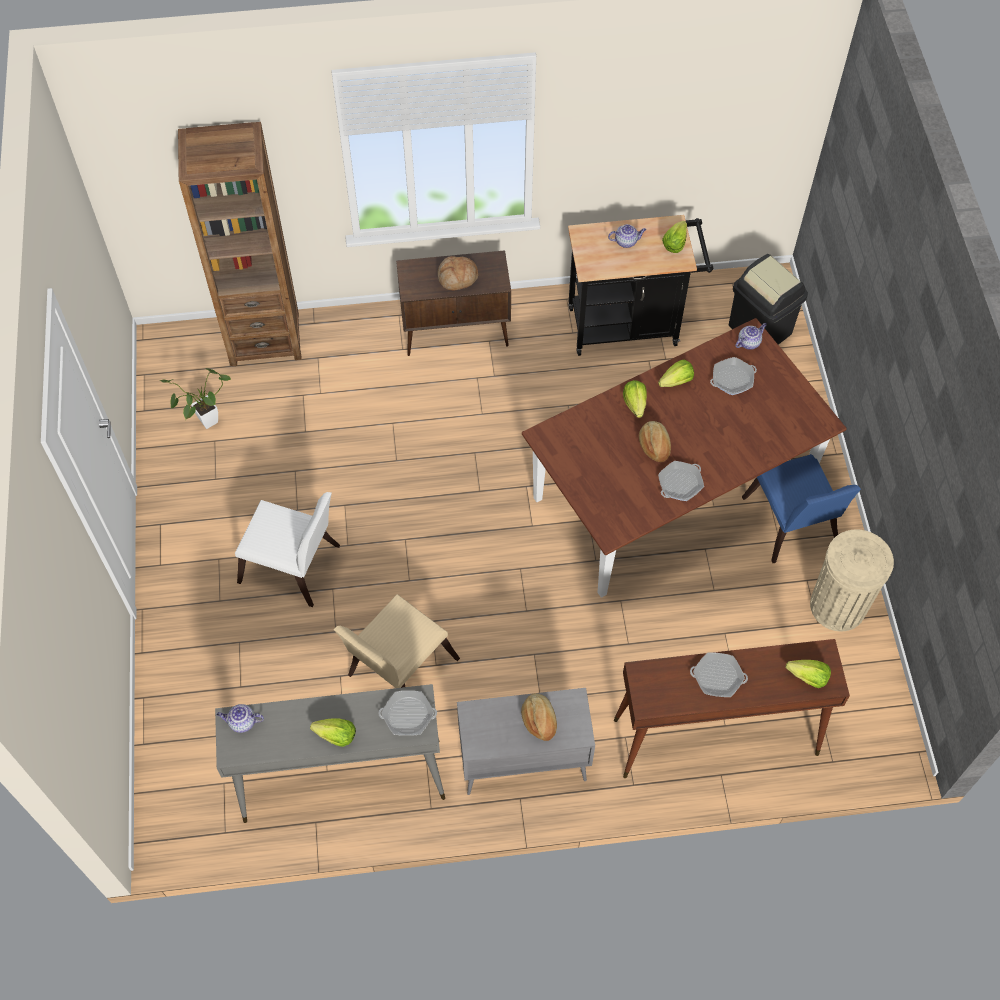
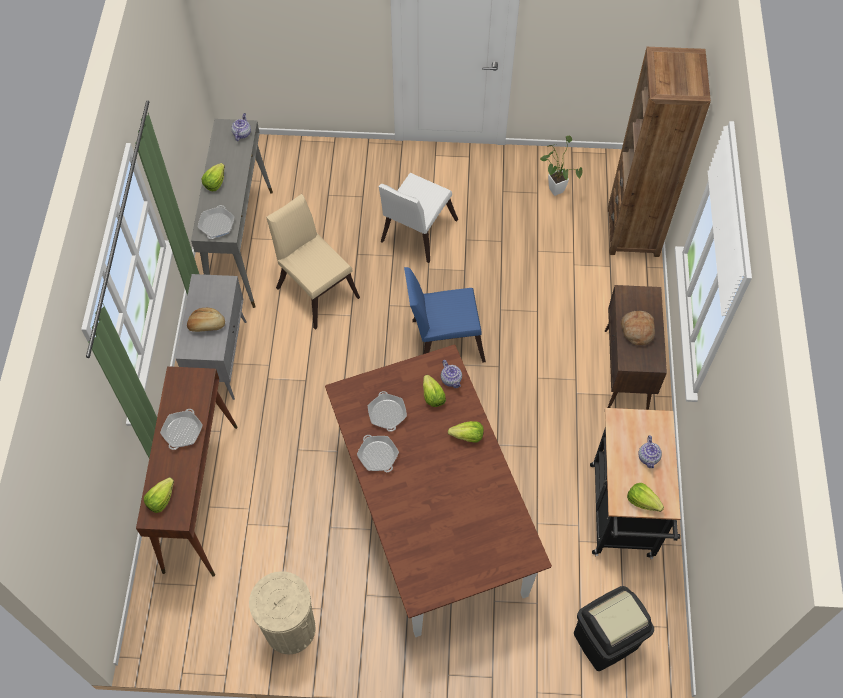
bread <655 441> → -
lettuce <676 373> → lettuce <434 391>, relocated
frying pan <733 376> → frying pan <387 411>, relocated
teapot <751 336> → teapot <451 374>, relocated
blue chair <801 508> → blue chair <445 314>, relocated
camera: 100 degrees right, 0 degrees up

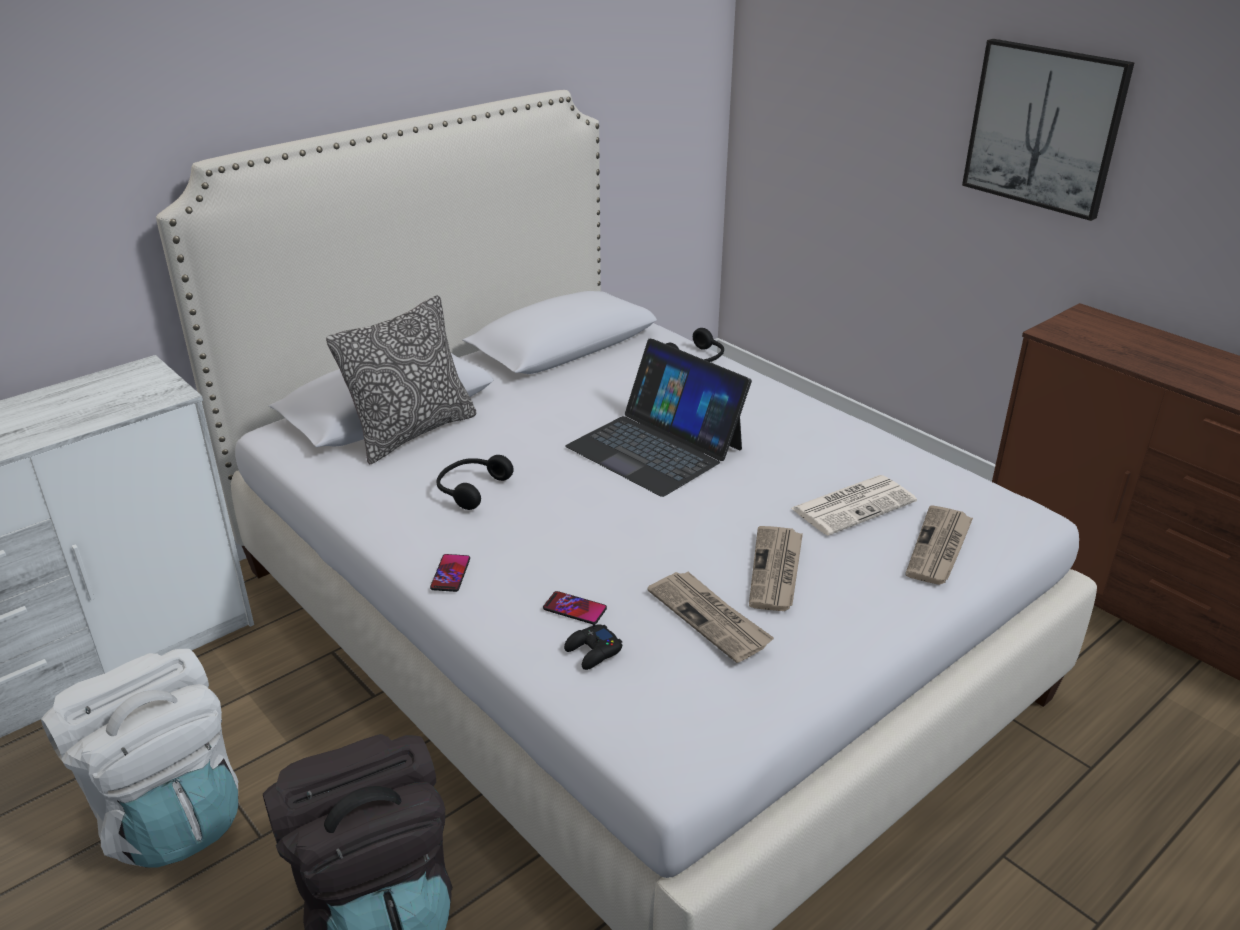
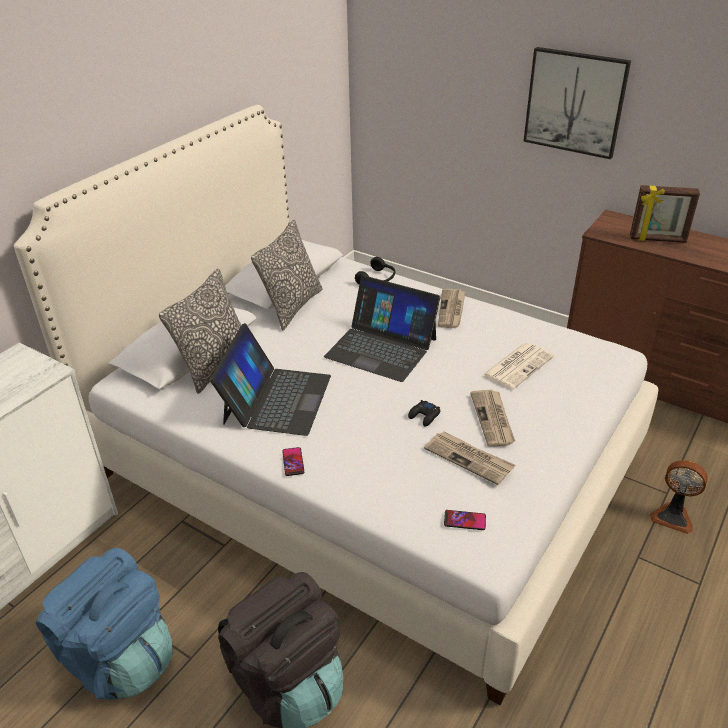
- → pillow <286 275>
- → picture frame <665 214>
- → fan <679 497>
phone <575 607> → phone <465 520>, relocated
black game controller <593 646> → black game controller <424 413>, relocated
newspaper <939 545> → newspaper <451 308>, relocated
black headphones <475 482> → laptop <270 379>
white backpack <139 758> → blue backpack <104 624>
camera: 15 degrees left, 5 degrees up

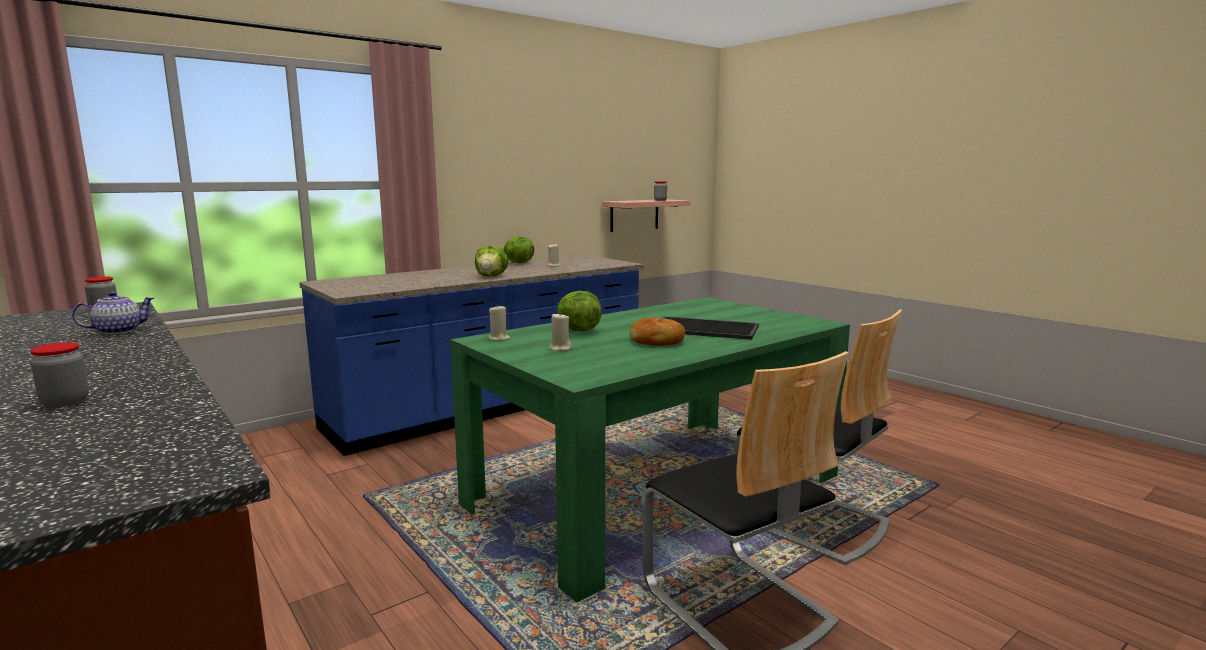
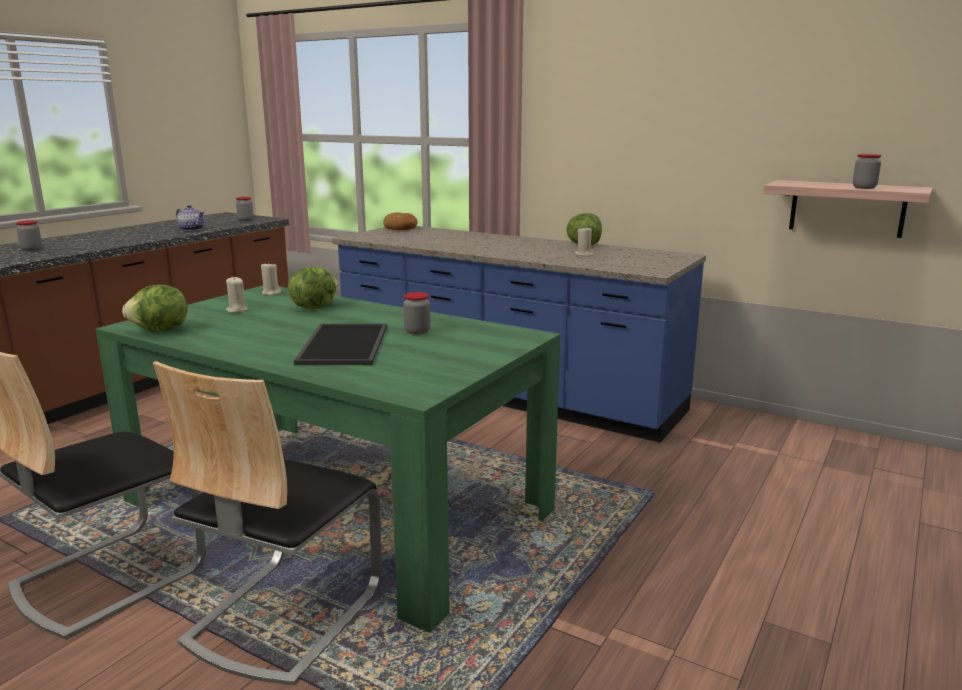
- → jar <417 313>
lettuce <491 261> → lettuce <154 308>, relocated
bread <657 331> → bread <400 221>, relocated
camera: 70 degrees right, 5 degrees up

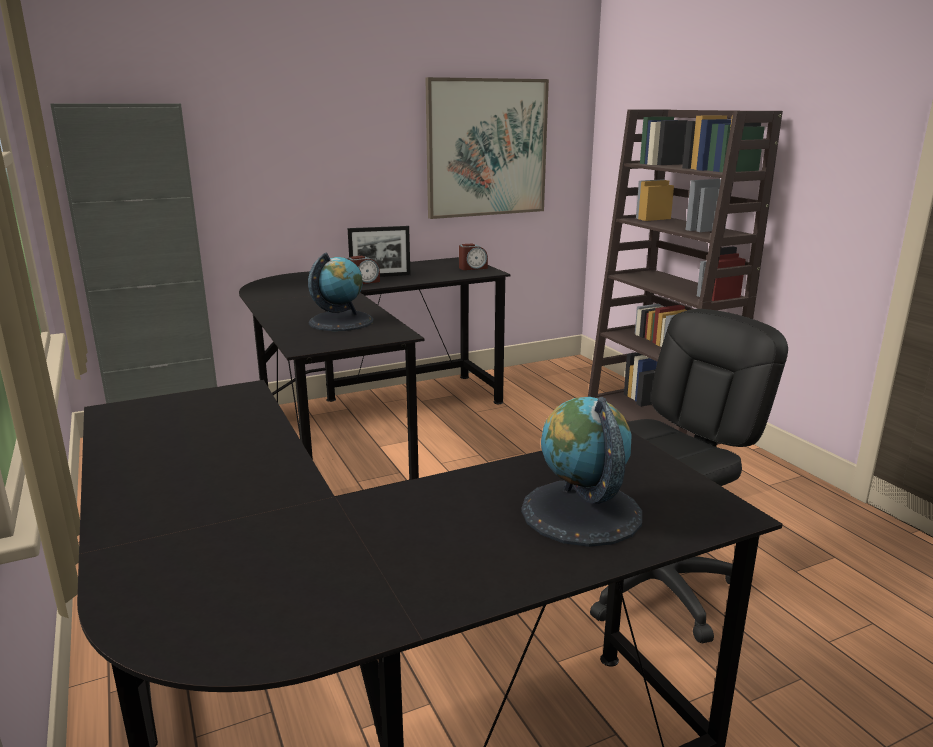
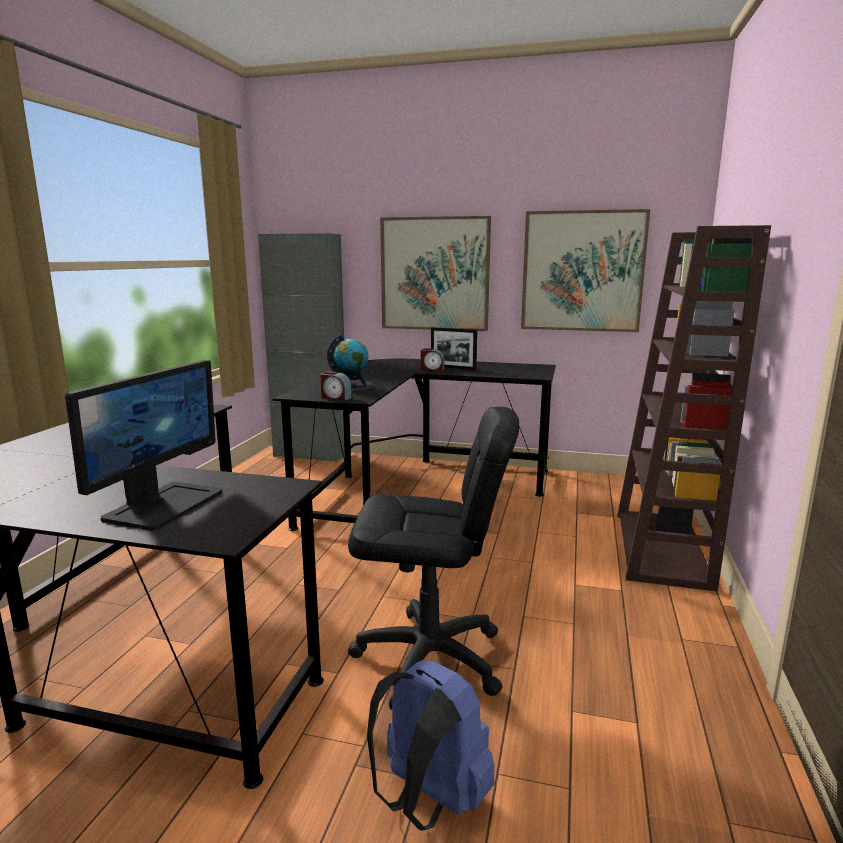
- → blue backpack <431 746>
- → picture <435 273>
alarm clock <473 256> → alarm clock <336 386>, relocated
globe <581 472> → monitor <143 445>
camera: 40 degrees right, 5 degrees down

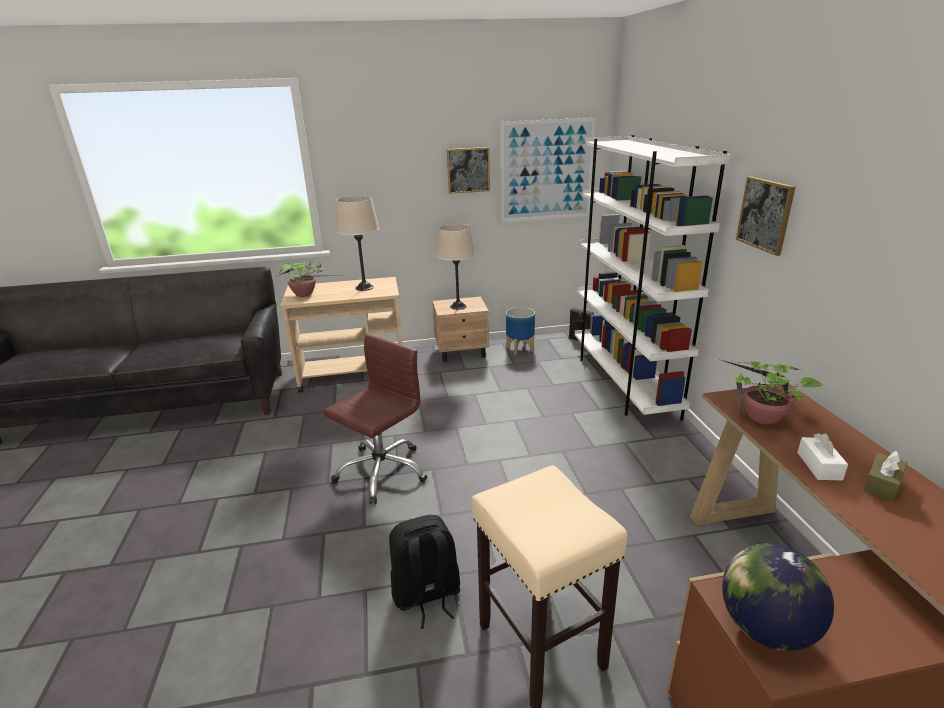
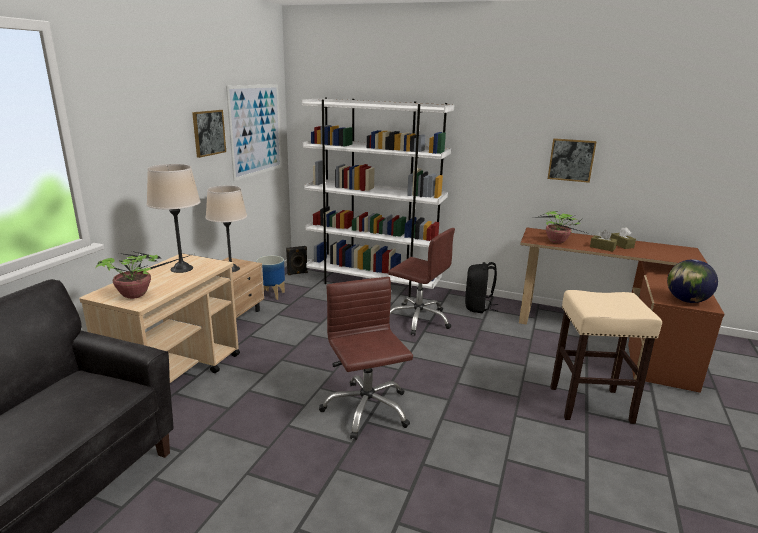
- → brown office chair <421 281>
black backpack <425 572> → black backpack <481 287>, relocated
picture <766 216> → picture <572 160>, relocated
white tissue box <822 457> → brown tissue box <603 241>
camera: 60 degrees left, 5 degrees down

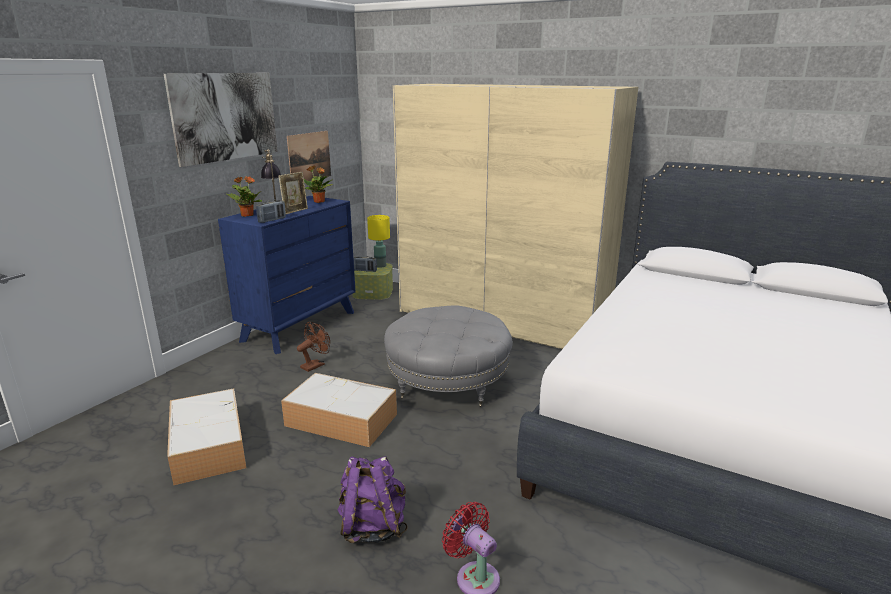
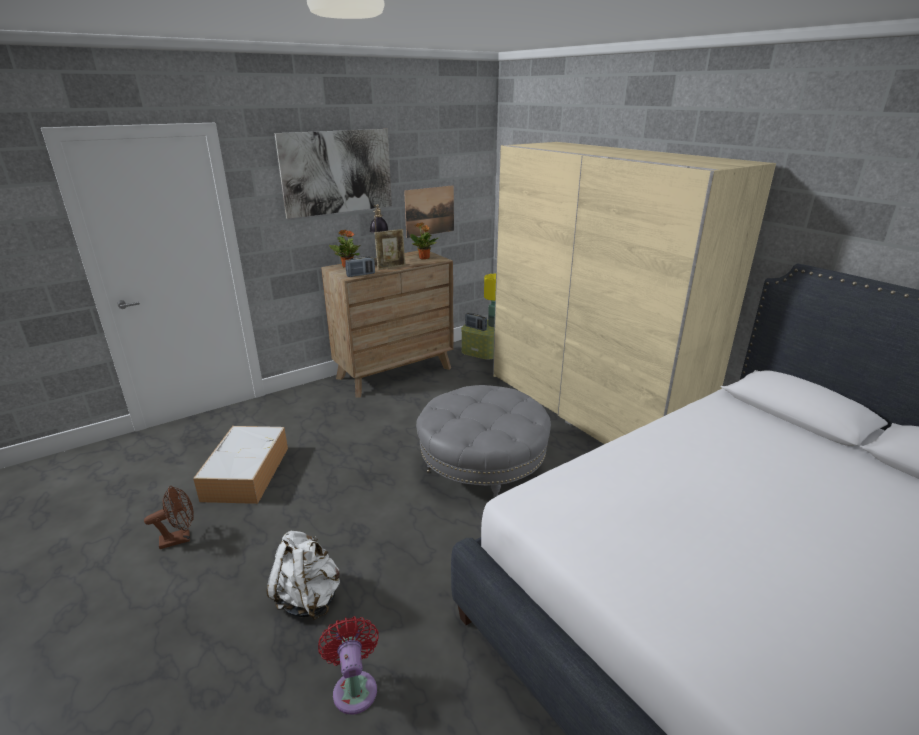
storage box <339 410> → -
brown fan <313 347> → brown fan <169 517>, relocated
blue dresser <287 275> → brown dresser <387 324>
purple backpack <372 499> → white backpack <303 575>
camera: 25 degrees right, 5 degrees up

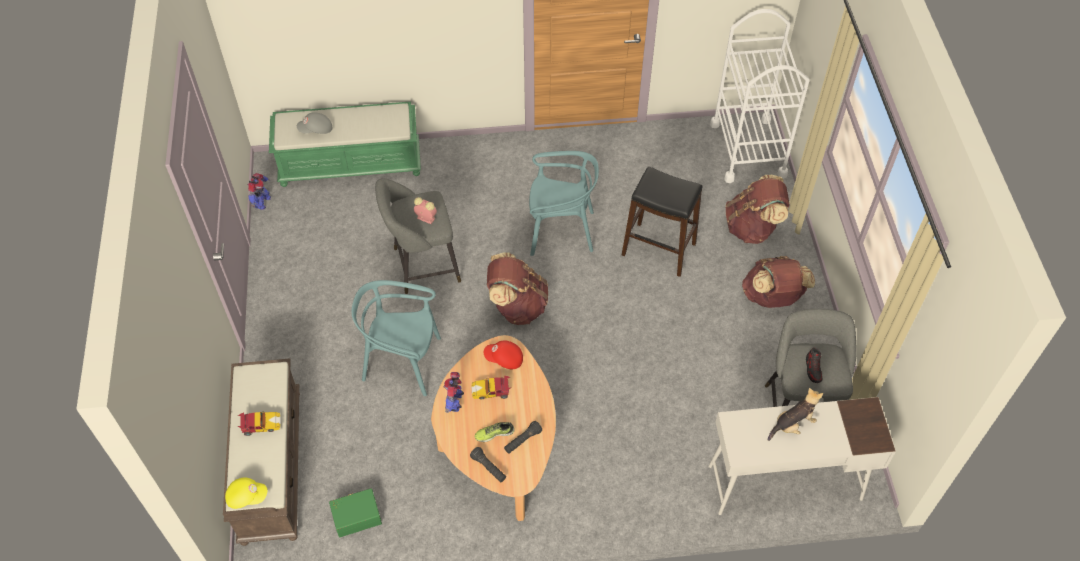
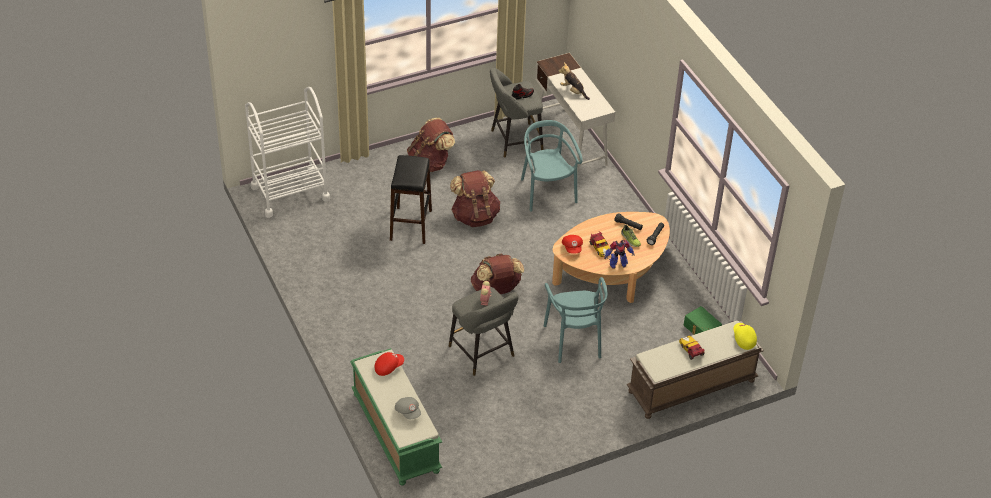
toy robot <259 191> → -
- → red cap <389 364>
turquoise chair <564 203> → turquoise chair <552 166>, relocated
brown backpack <757 209> → brown backpack <475 198>, relocated
camera: 110 degrees left, 10 degrees down

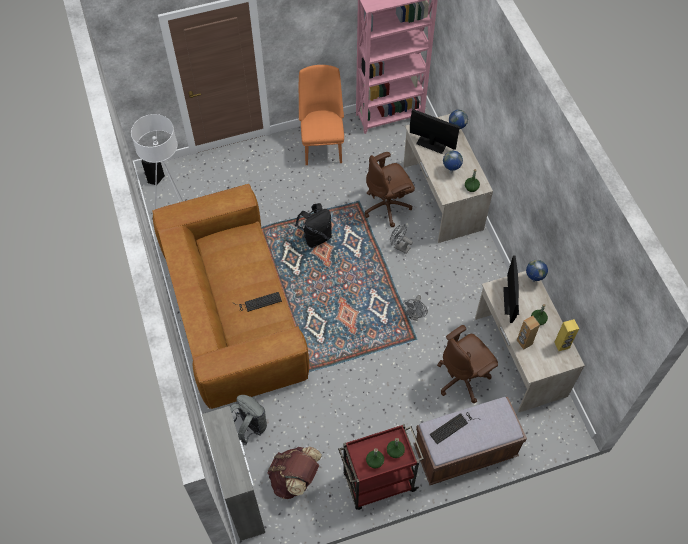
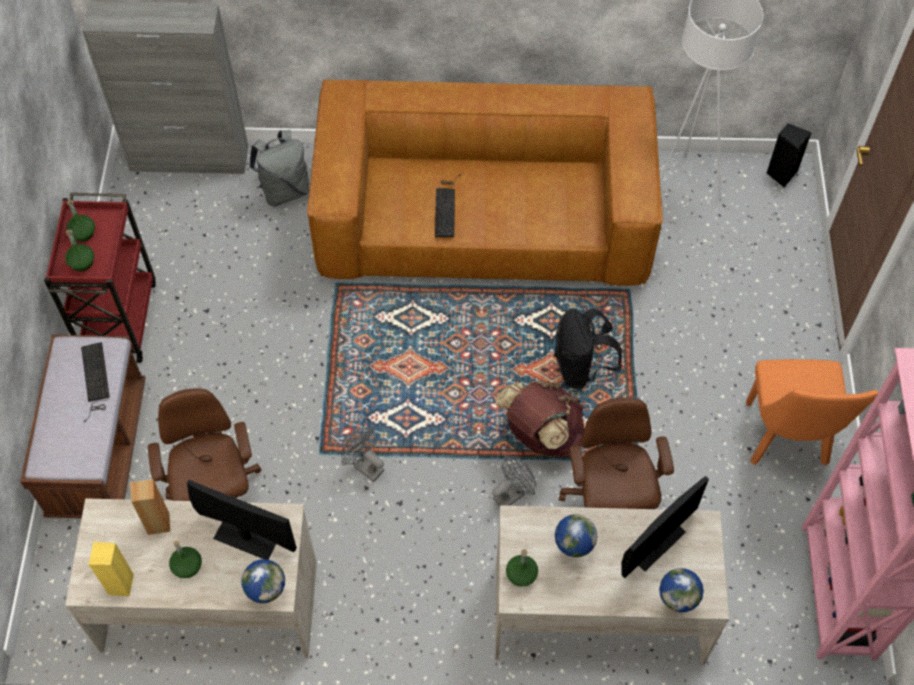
brown backpack <294 473> → brown backpack <540 419>, relocated
orange chair <321 115> → orange chair <812 412>, 75 degrees clockwise
camera: 110 degrees right, 0 degrees up

